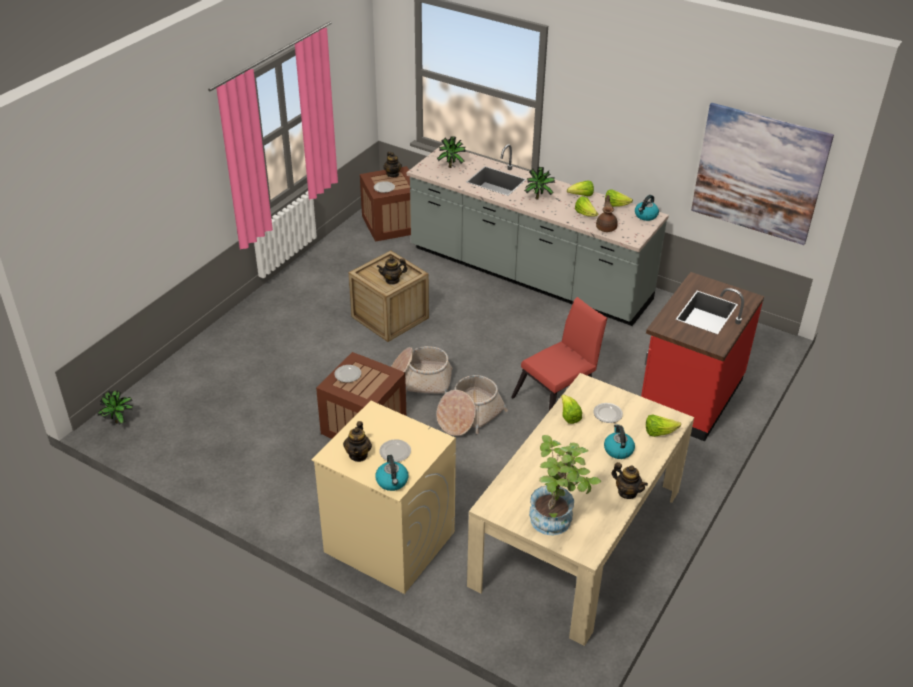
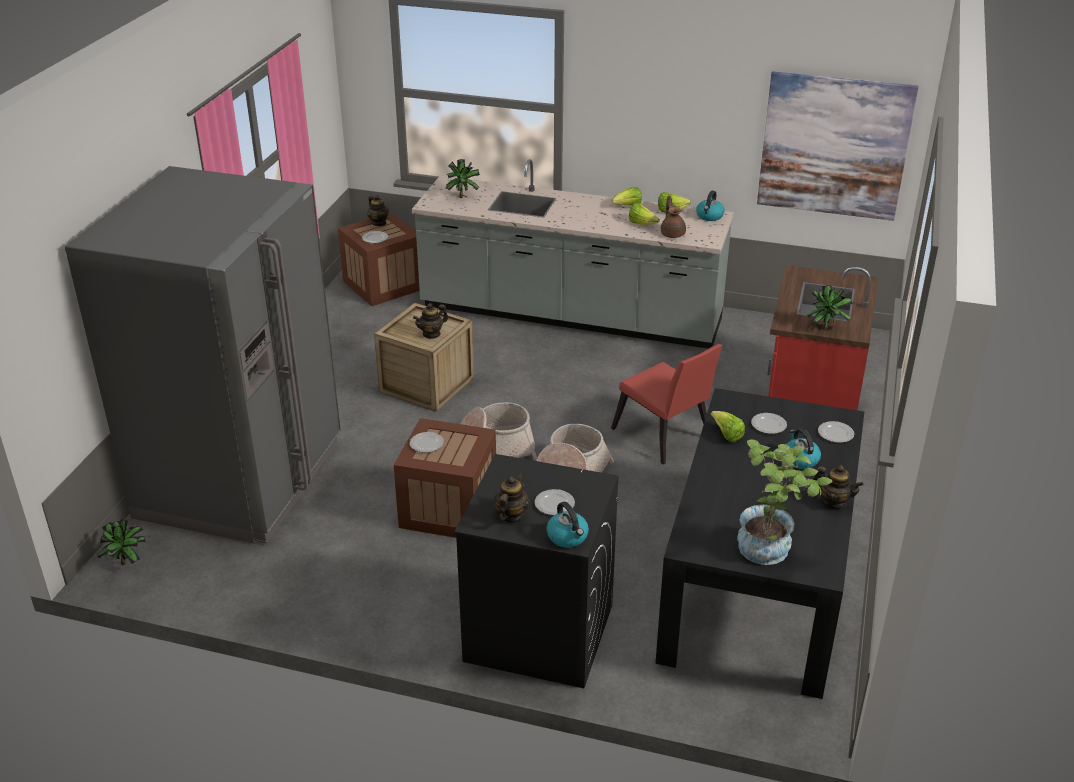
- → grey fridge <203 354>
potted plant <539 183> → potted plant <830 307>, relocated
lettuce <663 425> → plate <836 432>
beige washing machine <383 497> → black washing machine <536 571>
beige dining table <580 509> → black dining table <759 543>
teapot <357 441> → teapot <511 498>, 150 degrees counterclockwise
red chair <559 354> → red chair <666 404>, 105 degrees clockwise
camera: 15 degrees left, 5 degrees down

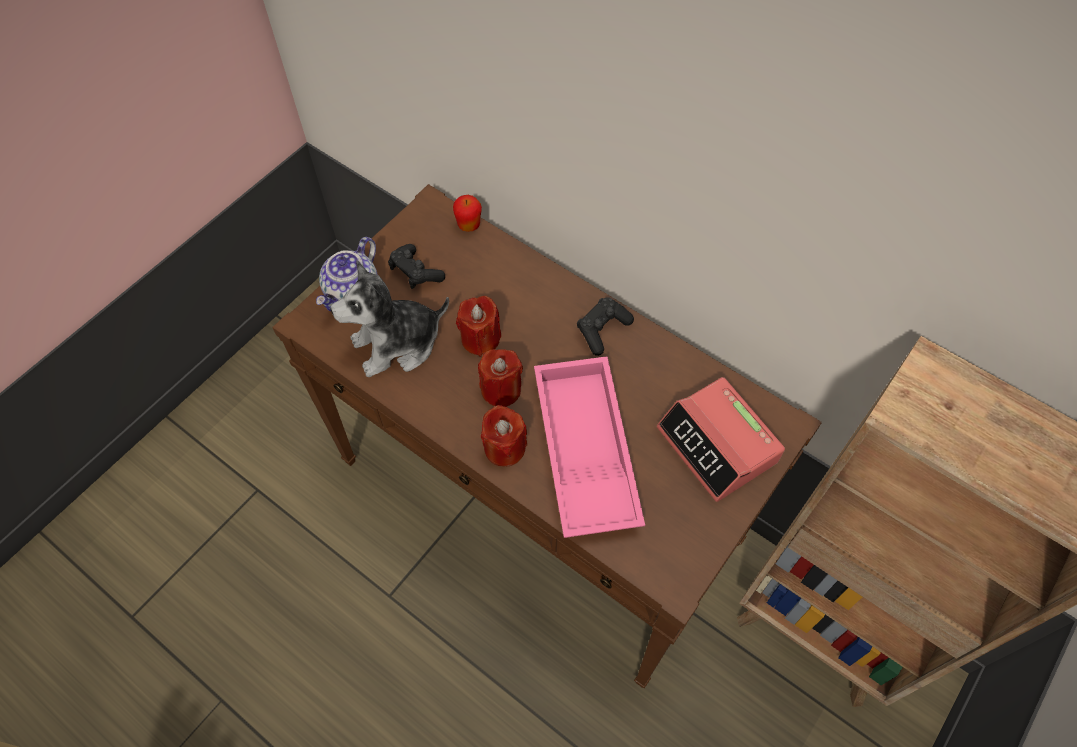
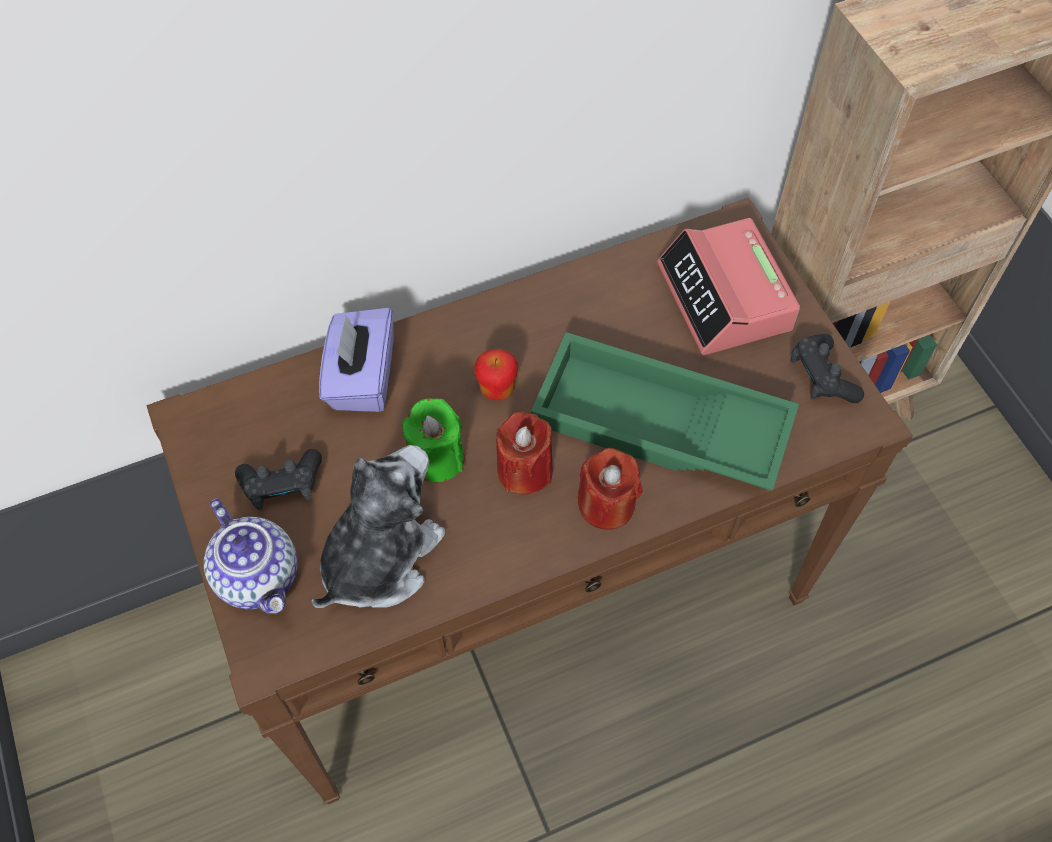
- → purple tissue box <356 360>
apple <467 213> → apple <496 374>, relocated
black game controller <605 326> → black game controller <827 368>, relocated
red candle <478 326> → green candle <433 440>
pink tray <589 447> → green tray <665 411>
plush toy <390 318> → plush toy <378 526>, 150 degrees counterclockwise
alarm clock <720 439> → alarm clock <728 286>, 75 degrees clockwise
camera: 60 degrees left, 0 degrees up

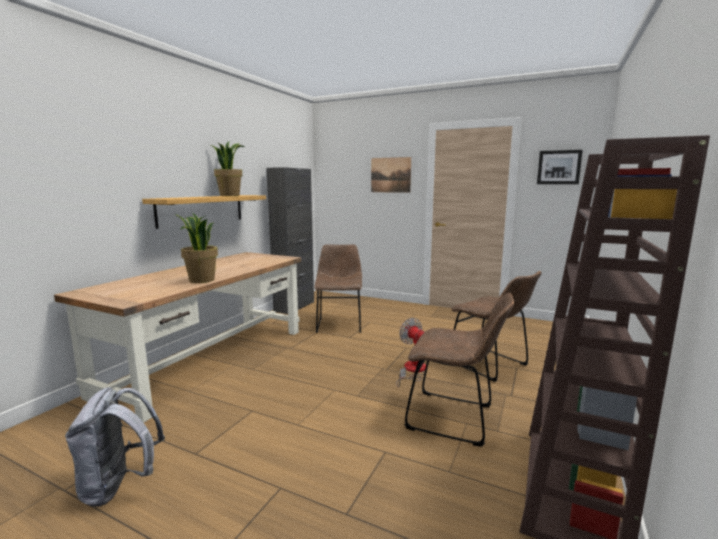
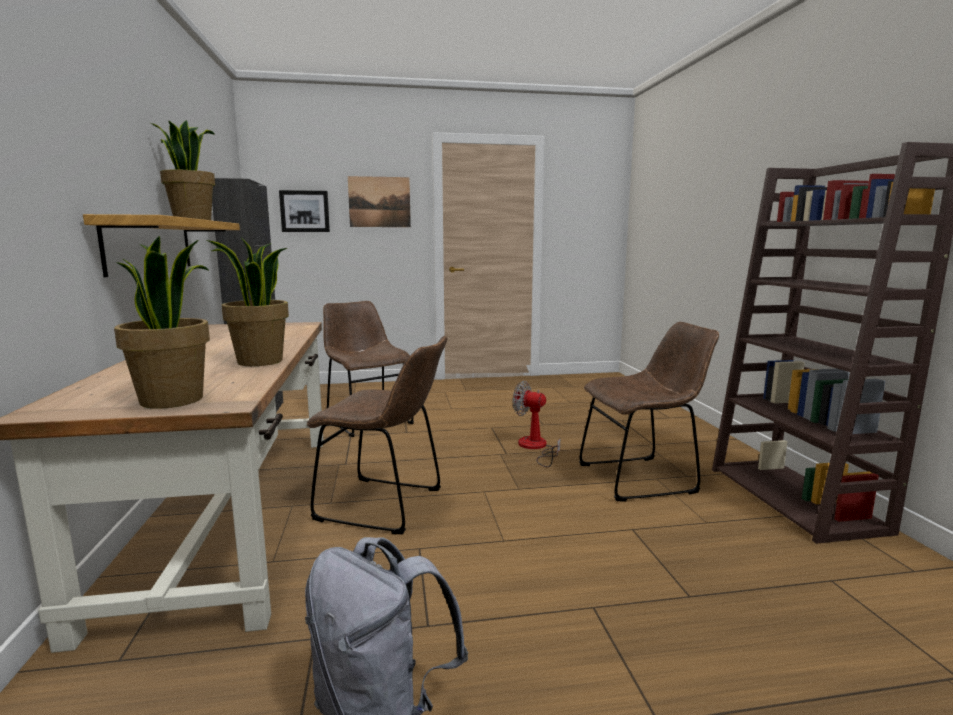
- → potted plant <162 322>
brown chair <496 326> → brown chair <377 435>, relocated
picture <560 167> → picture <304 211>, relocated
camera: 35 degrees left, 0 degrees up

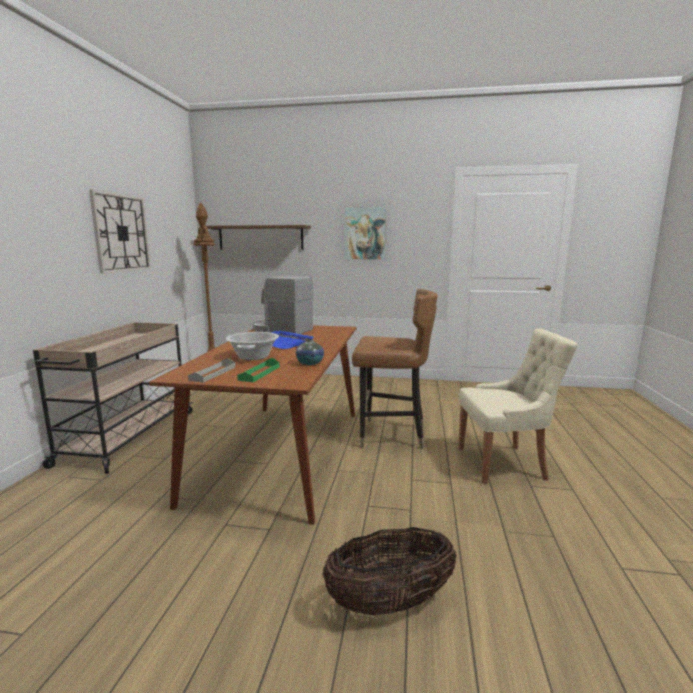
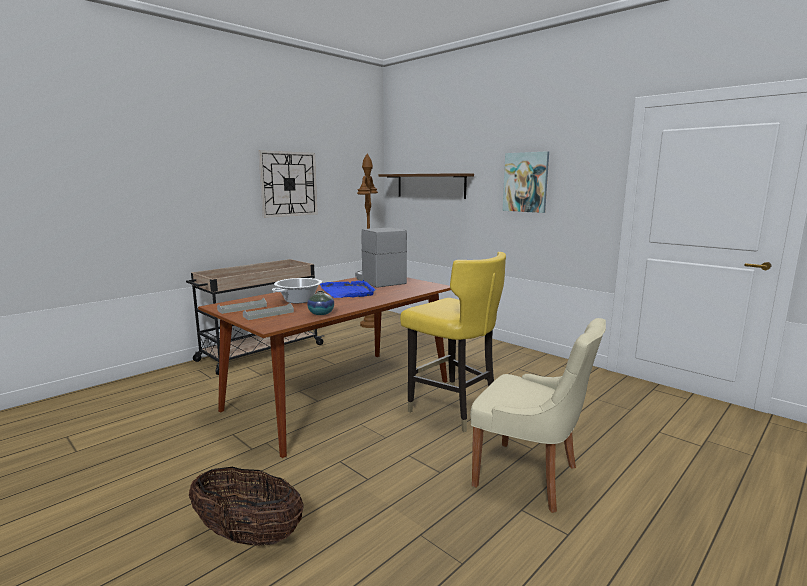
green tray <258 370> → grey tray <268 311>
brown chair <395 369> → yellow chair <453 342>
camera: 35 degrees right, 0 degrees up

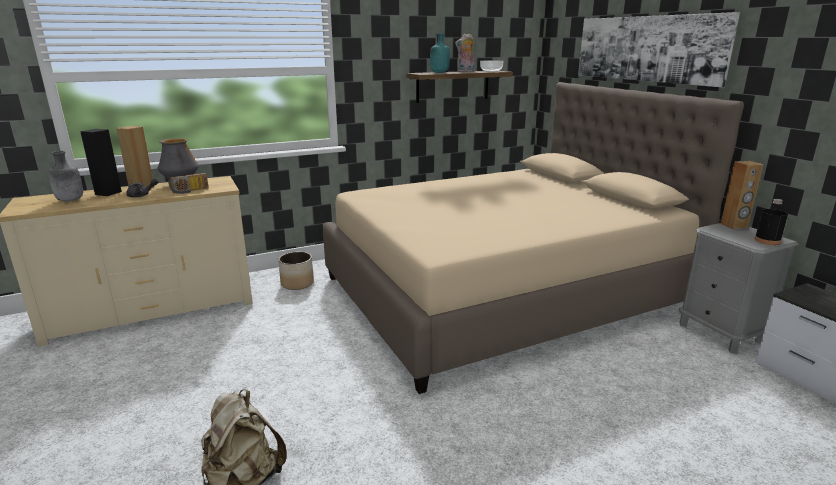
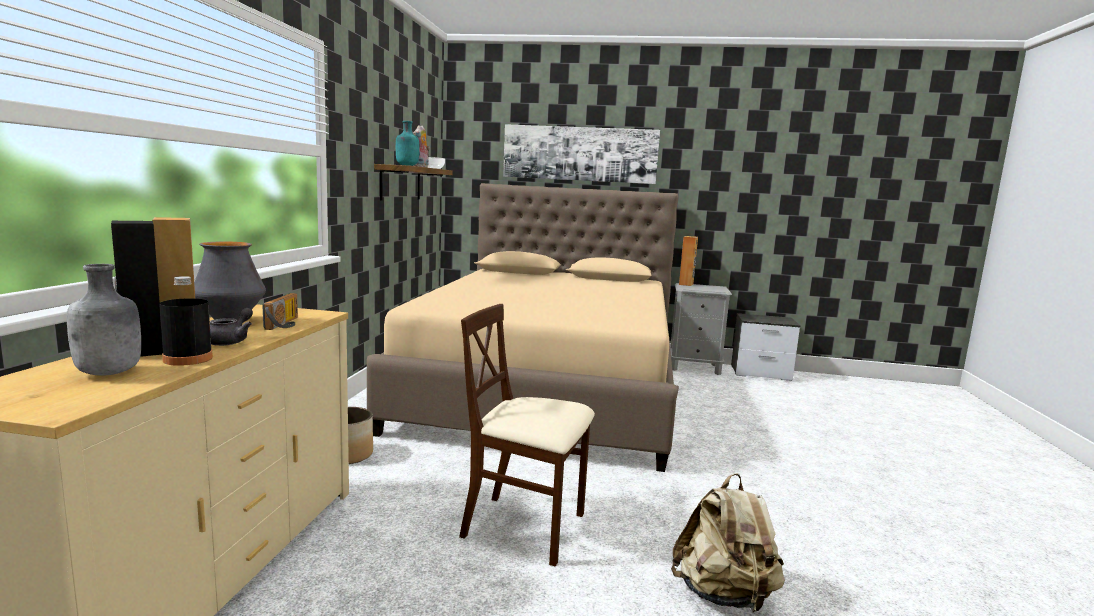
- → beige chair <527 435>
black bottle <771 222> → black bottle <186 321>, relocated
camera: 55 degrees left, 10 degrees down

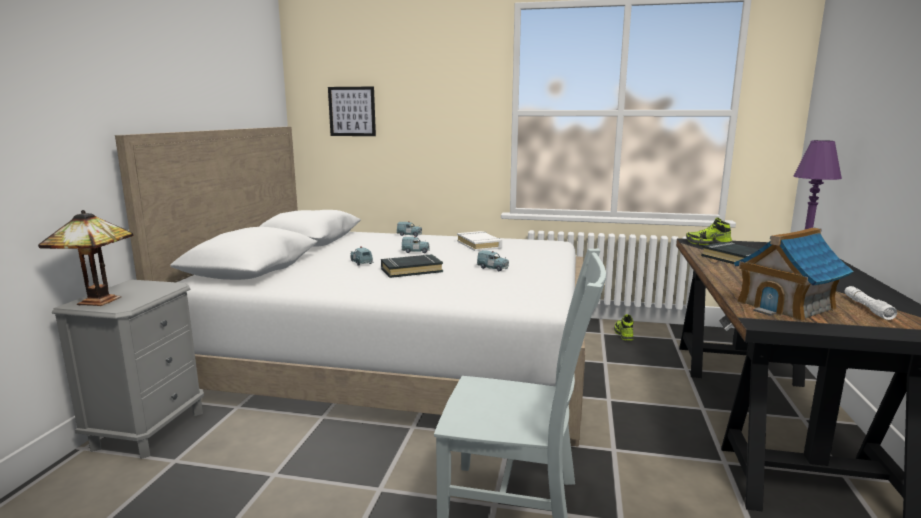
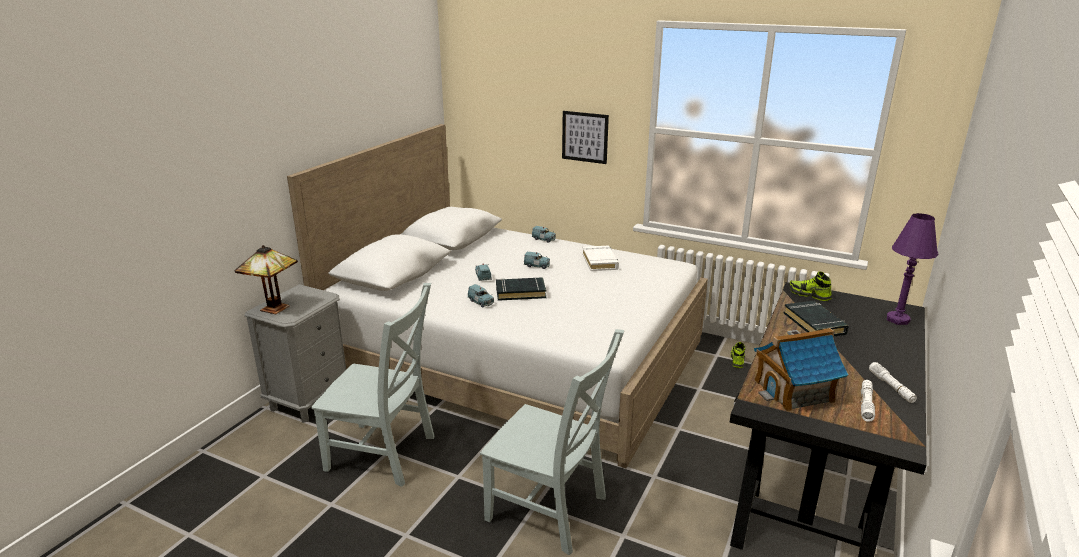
- → grey chair <372 385>
- → white flashlight <893 382>
picture <352 111> → picture <585 137>, relocated
blue toy car <493 260> → blue toy car <481 296>, relocated
camera: 15 degrees right, 10 degrees up

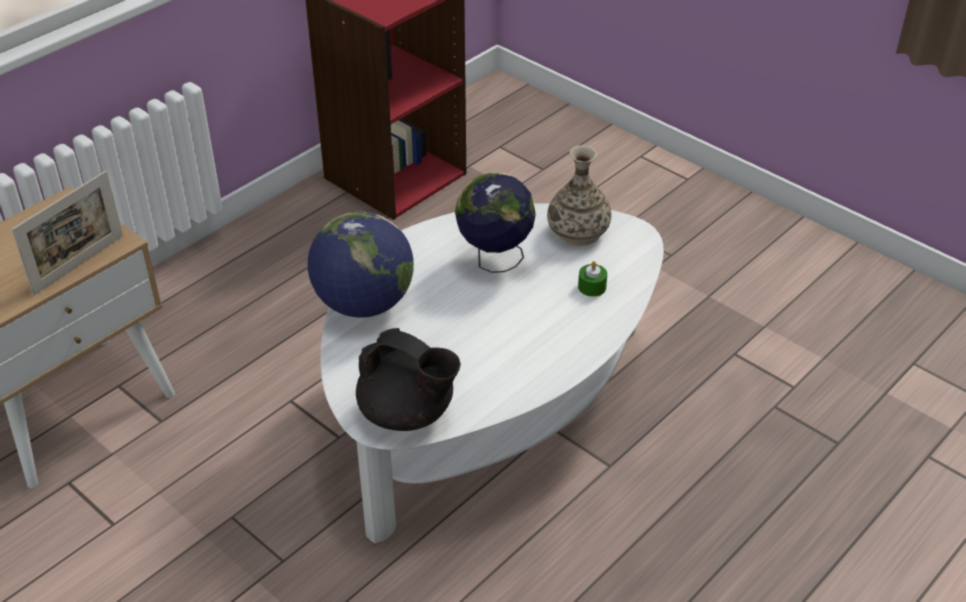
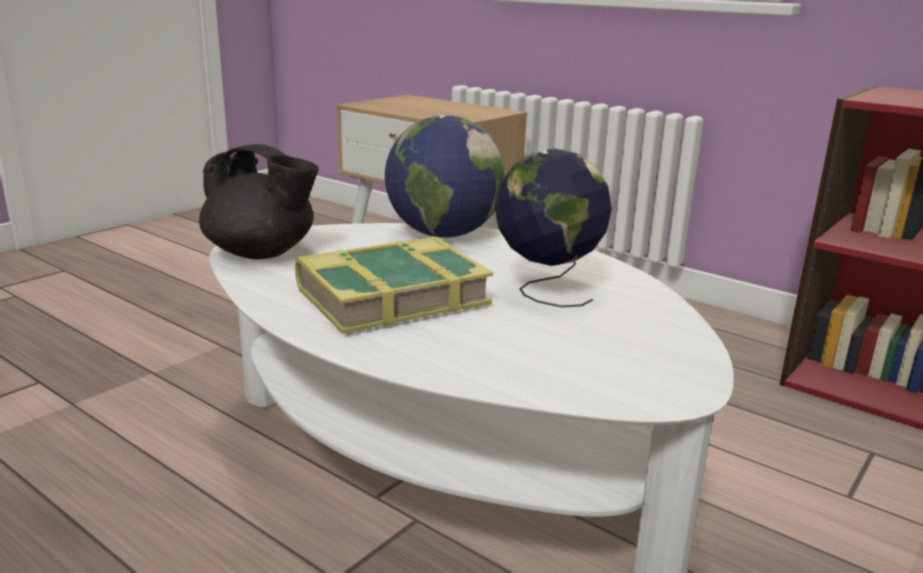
picture frame <67 233> → -
vase <579 195> → -
green candle <592 279> → -
- → book <394 285>
black teapot <408 379> → black teapot <259 201>, 90 degrees counterclockwise
camera: 85 degrees right, 20 degrees down

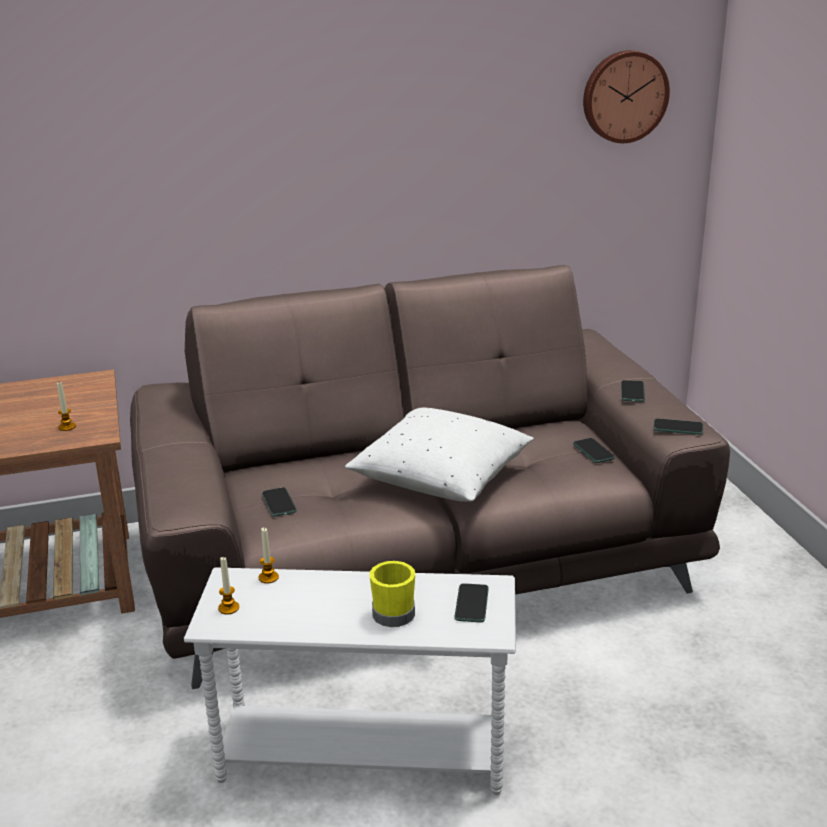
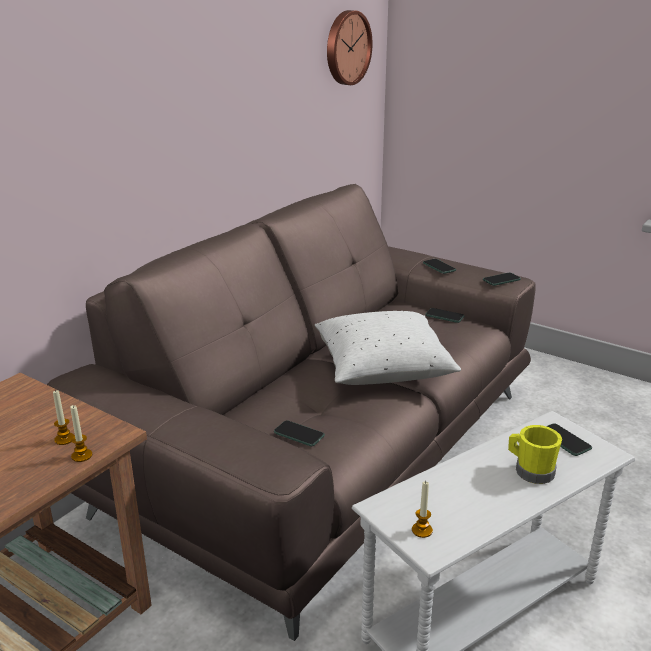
candle <269 556> → candle <81 433>, relocated
camera: 40 degrees left, 0 degrees up

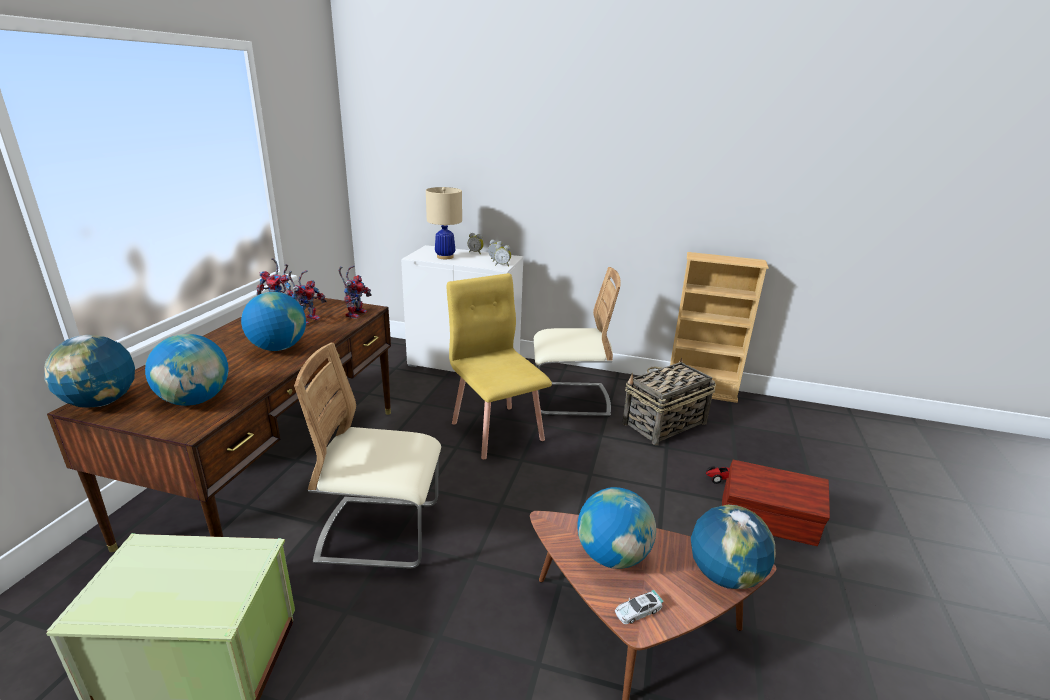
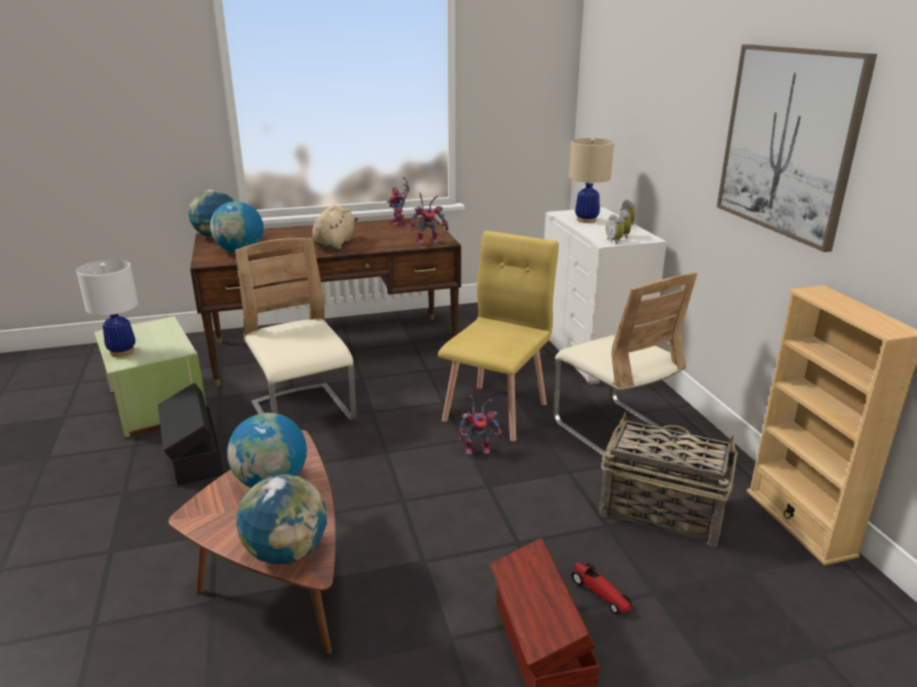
toy car <639 607> → -
- → white table lamp <107 308>
- → black storage box <191 434>
- → picture <797 148>
toy robot <308 297> → toy robot <480 425>, relocated
globe <273 321> → beige plush toy <335 227>
camera: 60 degrees right, 0 degrees up

